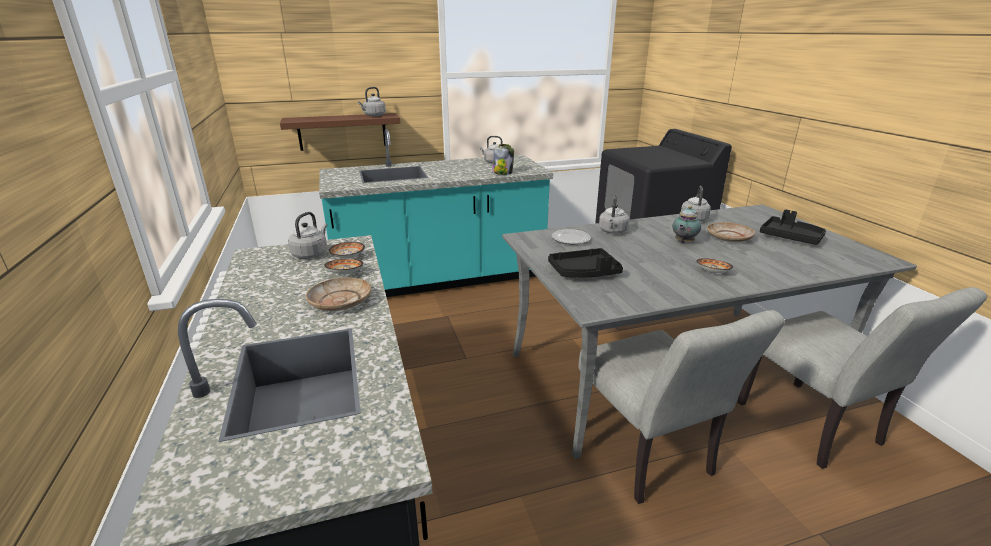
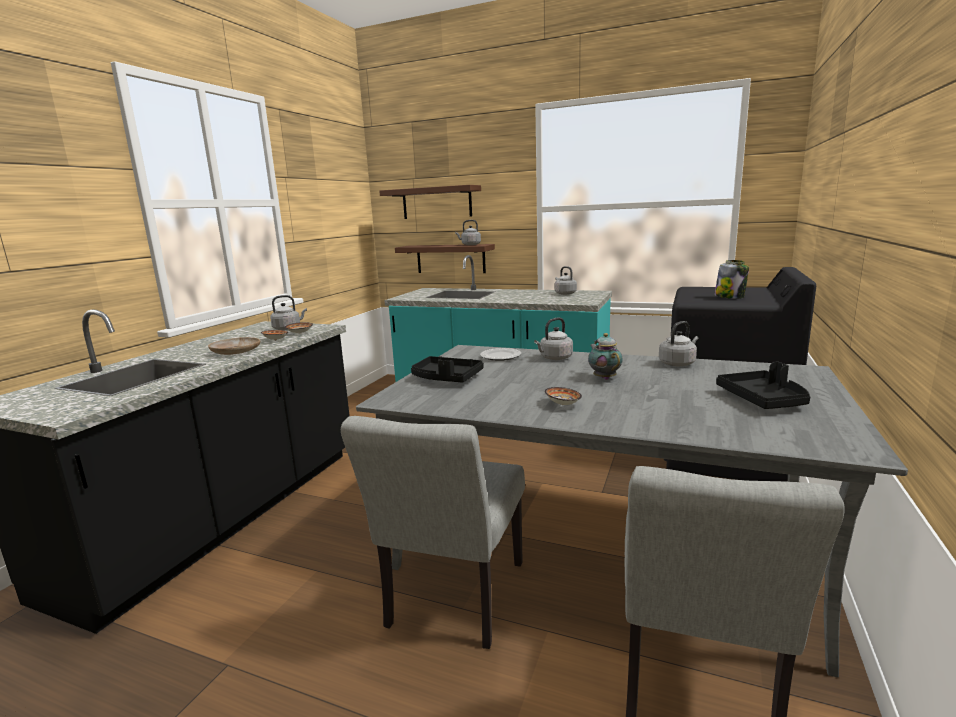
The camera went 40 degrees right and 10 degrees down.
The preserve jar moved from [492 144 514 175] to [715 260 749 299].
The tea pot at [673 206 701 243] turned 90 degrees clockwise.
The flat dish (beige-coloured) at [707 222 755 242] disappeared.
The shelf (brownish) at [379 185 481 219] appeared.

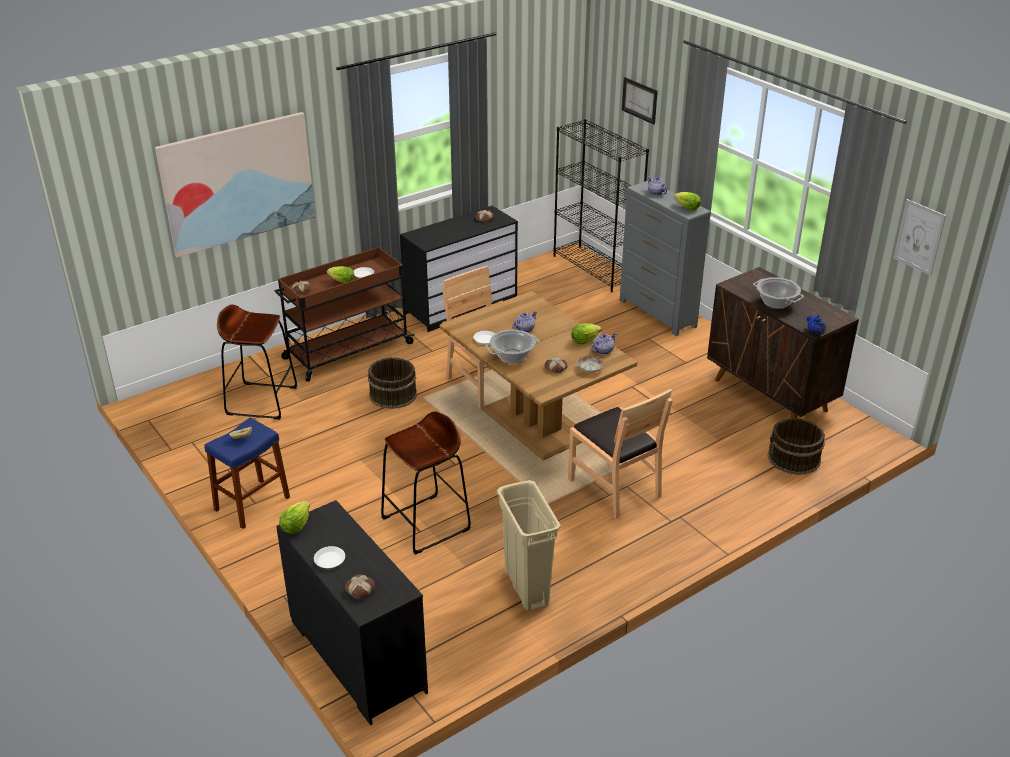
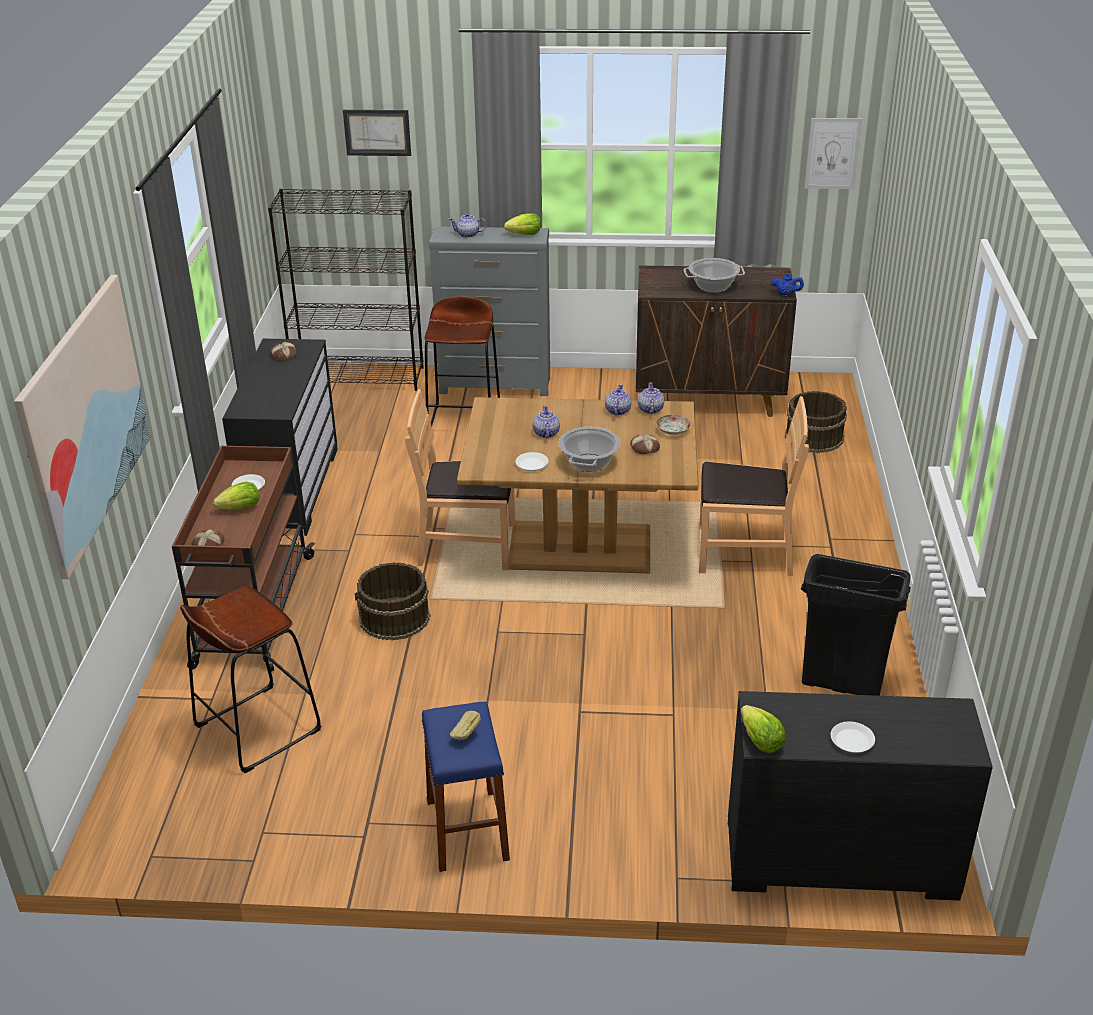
The camera went 50 degrees left and 0 degrees up.
The baked bread at [345 574 375 599] disappeared.
The sitting stool (brownish) moved from [381 411 471 555] to [424 296 500 426].
The waste bin (beige-coloured) at [497 480 561 611] became the waste bin (blackish) at [801 554 911 696].
The lettuce head at [571 323 601 344] was replaced by the tea pot at [605 384 631 415].

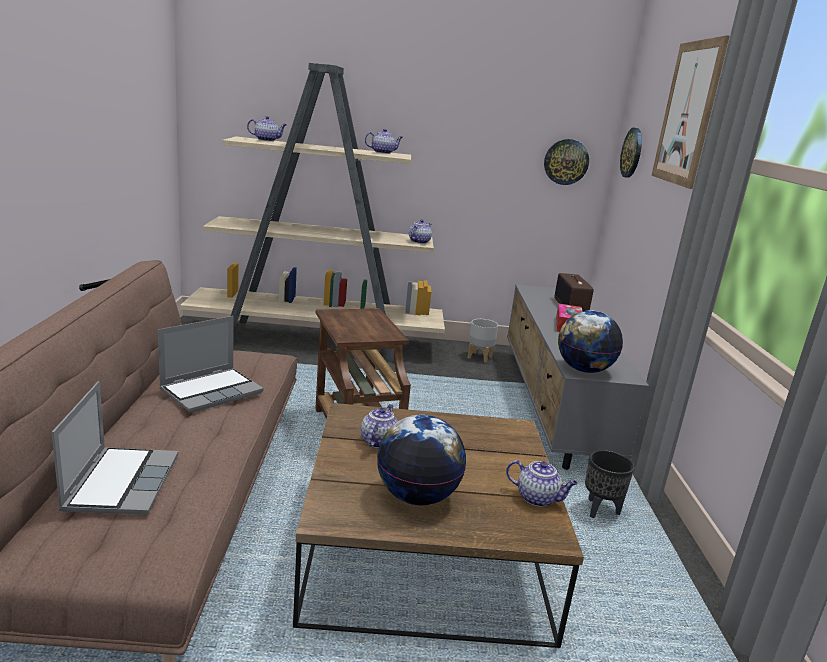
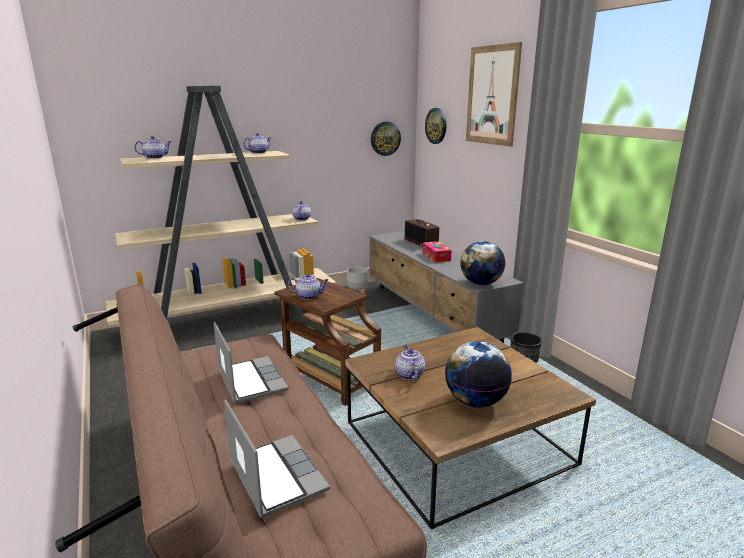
The camera went 25 degrees left and 0 degrees up.
The laptop at [158 316 264 413] turned 45 degrees counterclockwise.
The tea pot moved from [506 460 578 507] to [288 274 329 300].

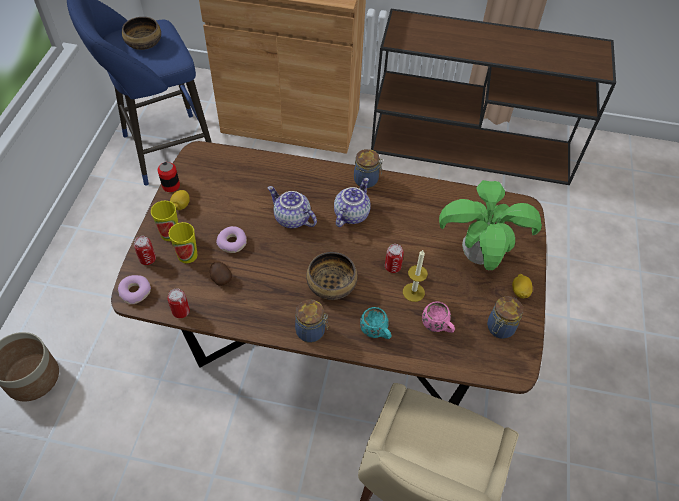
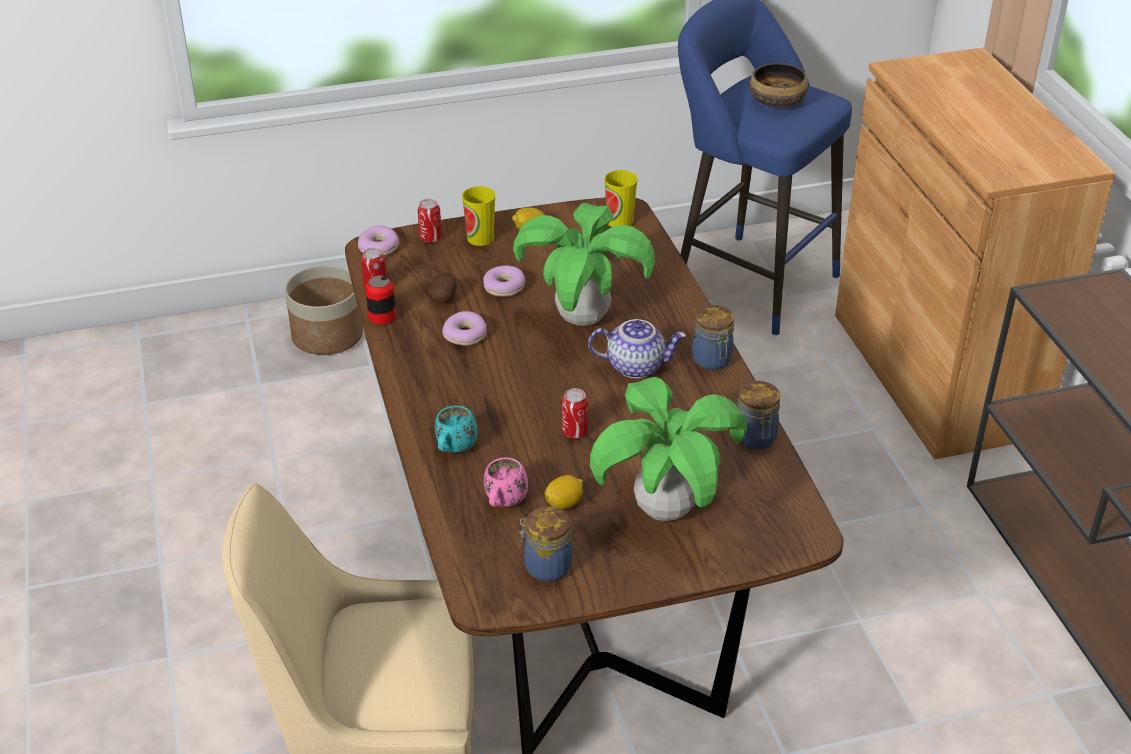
The camera went 65 degrees right and 15 degrees down.
The metal can moved from [158 162 180 192] to [365 275 396 325].
The small cup moved from [169 222 198 263] to [604 170 638 227].
The tea pot at [268 186 317 228] was replaced by the potted plant at [513 203 655 326].
The preserve jar moved from [295 299 329 343] to [737 381 780 450].
The serving bowl at [306 252 358 300] disappeared.
The wax light at [403 250 428 302] disappeared.
The lemon moved from [512 274 533 298] to [545 475 583 509].
The ring doughnut at [442 311 487 346] appeared.

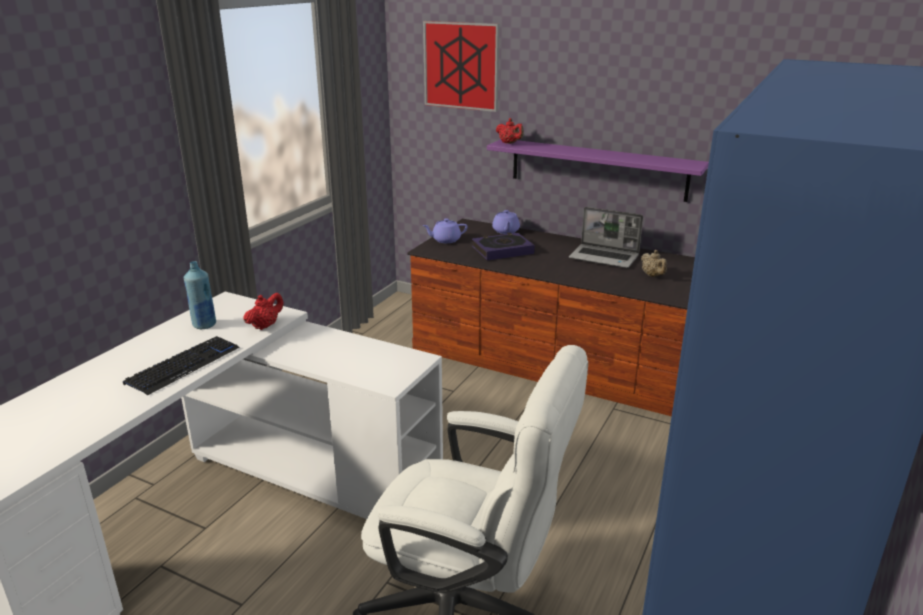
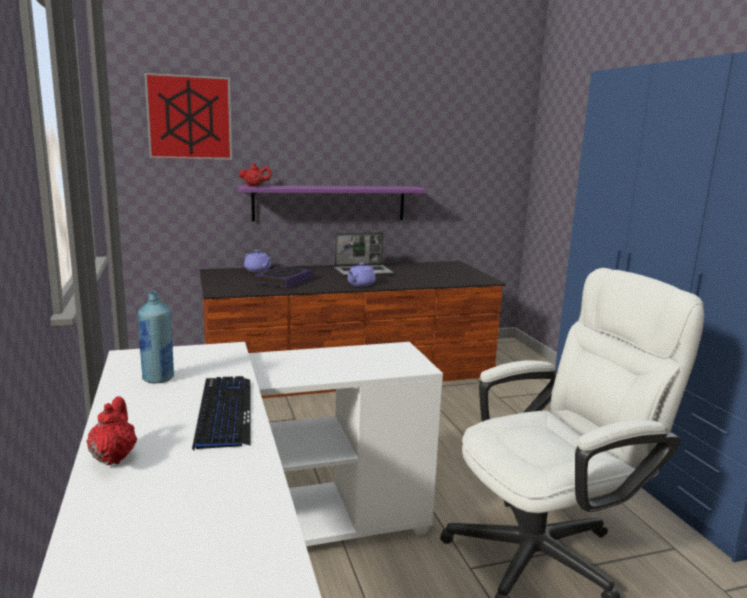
The camera went 45 degrees left and 10 degrees down.
The tea pot (red-coloured) moved from [244 293 284 330] to [86 397 137 465].
The tea pot (purplish) moved from [422 218 468 243] to [347 263 376 287].
The tea pot (beige-coloured) at [641 250 667 277] disappeared.

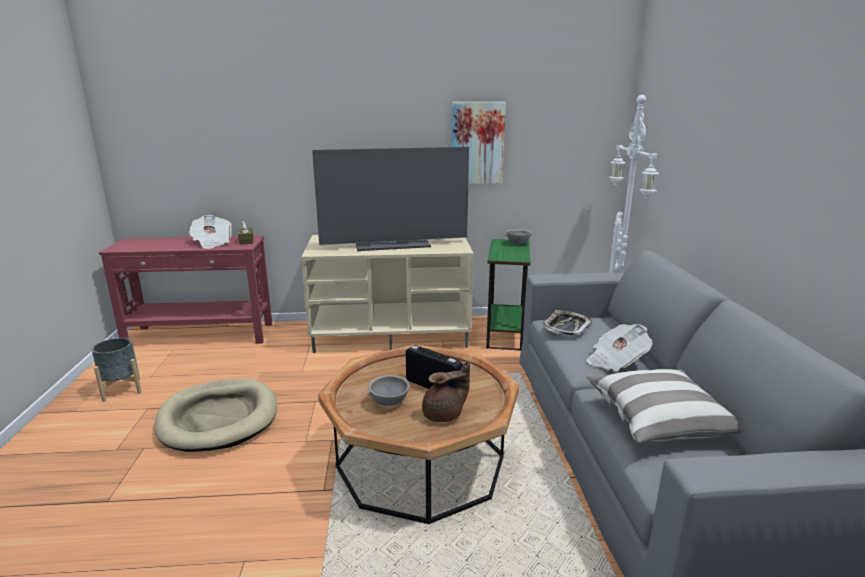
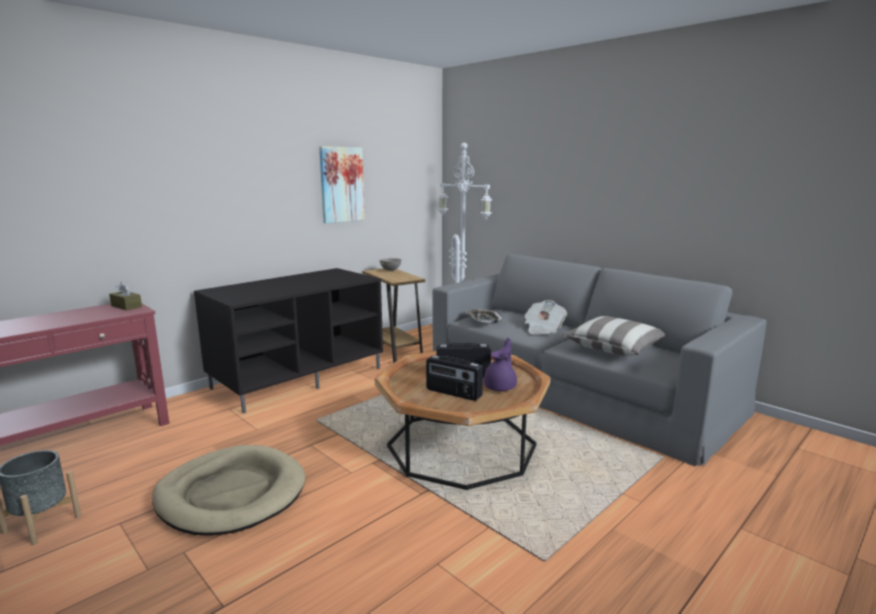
The camera went 40 degrees left and 5 degrees down.
The printed paper at [188 215 232 249] disappeared.
The tv stand (beige-coloured) at [301 235 474 353] became the tv stand (blackish) at [194 268 383 414].
The television at [312 147 469 251] disappeared.
The serving bowl (gray) at [367 375 411 406] was replaced by the radio at [426 355 483 401].
The tea pot (brownish) at [422 361 470 422] became the tea pot (purplish) at [484 338 517 391].
The end table (green) at [486 239 530 351] became the end table (brownish) at [362 268 425 363].

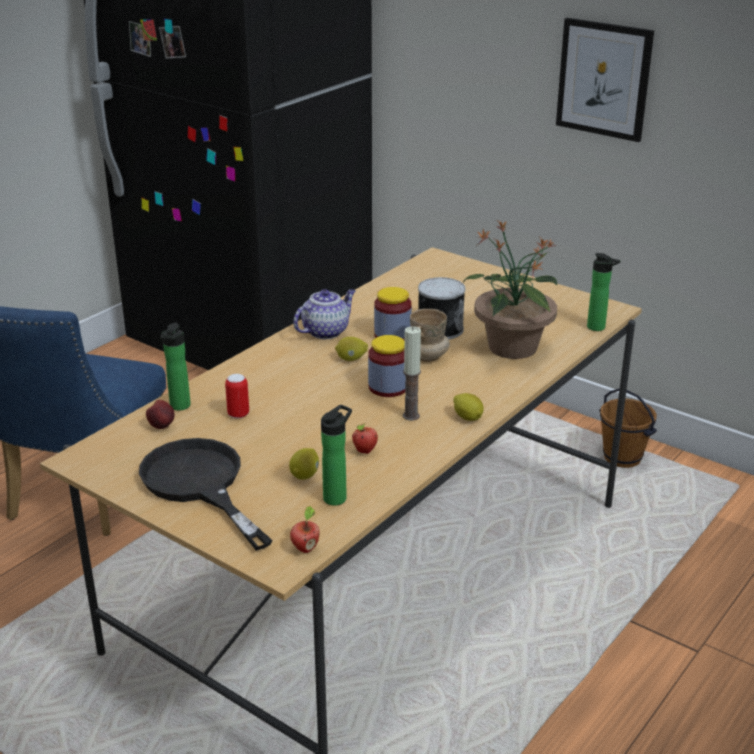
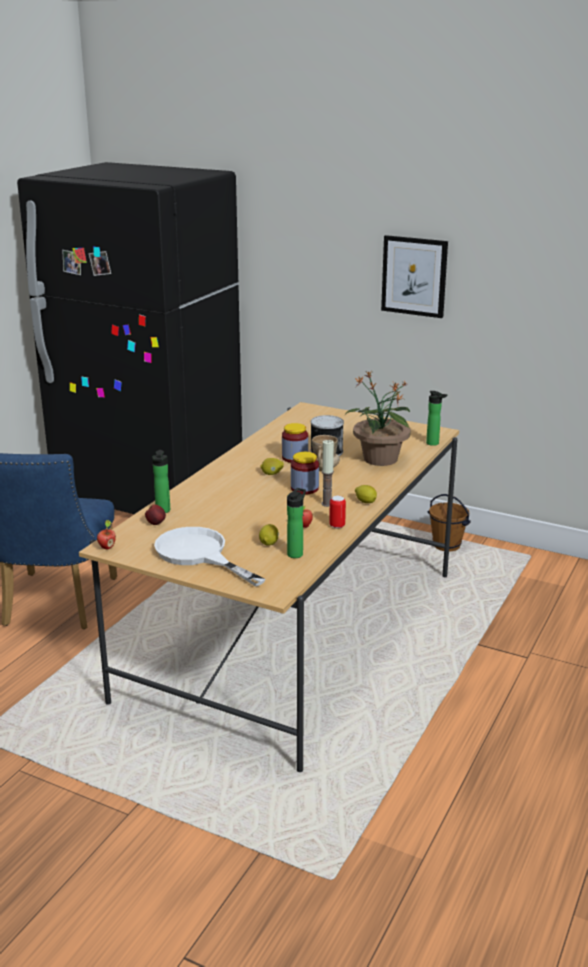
The camera went 10 degrees left and 5 degrees down.
The skillet (blackish) at [139 438 272 551] became the skillet (white-coloured) at [154 527 265 587].
The metal can moved from [225 374 249 418] to [329 496 346 528].
The whole apple moved from [290 506 319 553] to [97 520 116 549].
The tea pot at [293 289 355 339] disappeared.

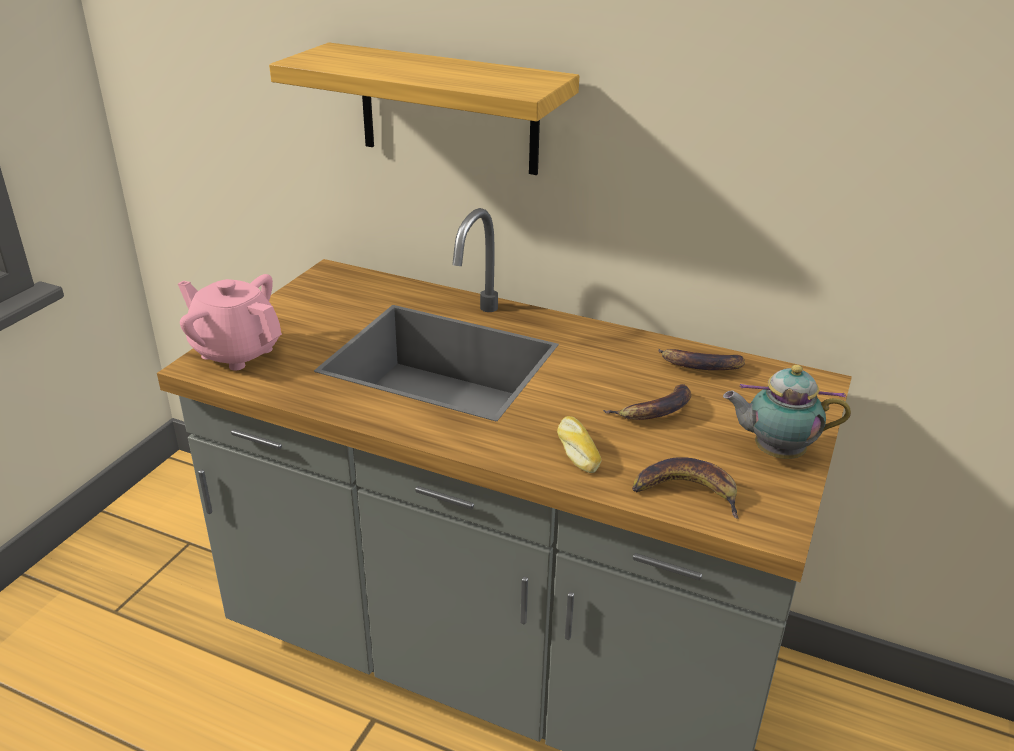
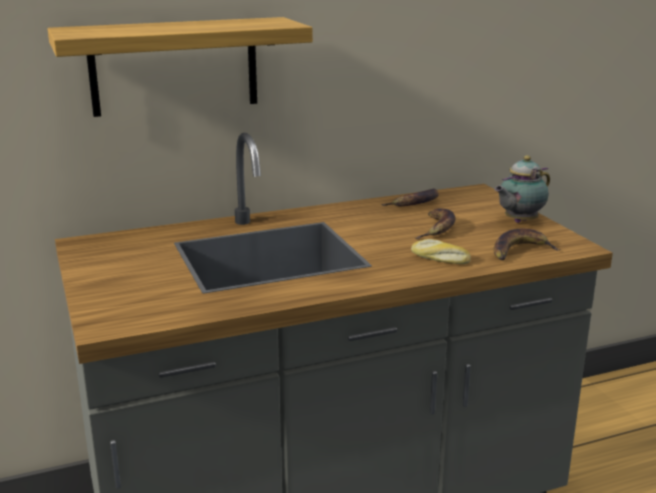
The camera went 45 degrees left and 10 degrees down.
The tea pot (pinkish) at [178 274 282 371] disappeared.

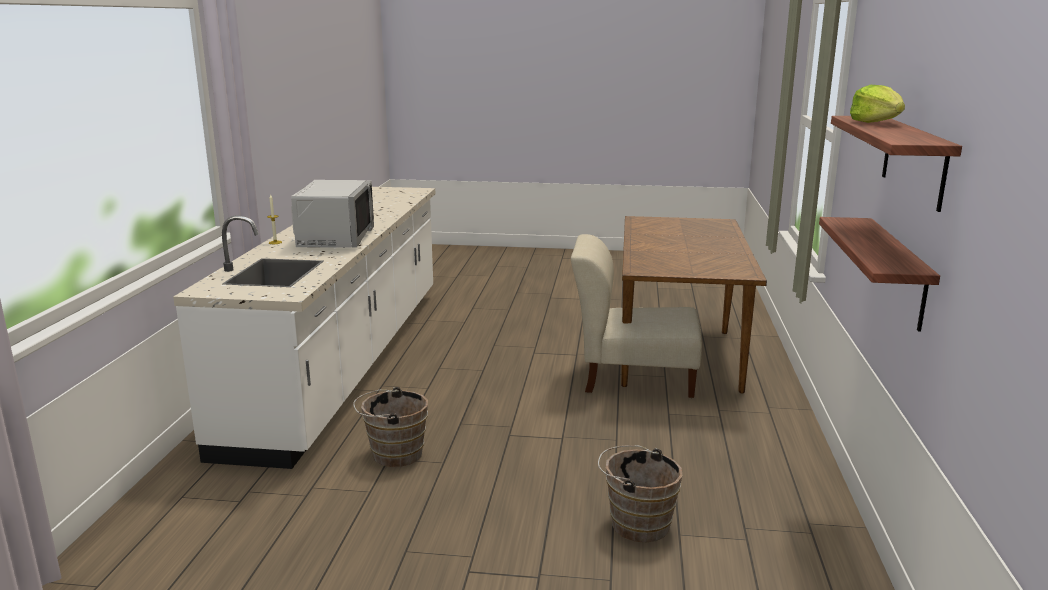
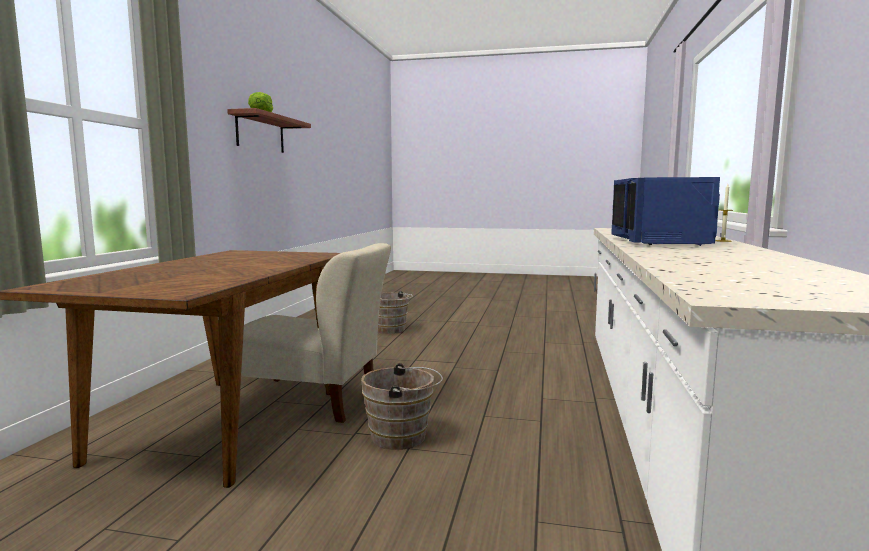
The camera went 175 degrees left and 10 degrees down.
The kitchen microwave (gray) at [291 180 374 248] became the kitchen microwave (bluish) at [611 177 720 246].
The bucket (brownish) moved from [353 387 428 467] to [361 363 443 450].
The shelf at [819 217 940 332] disappeared.

